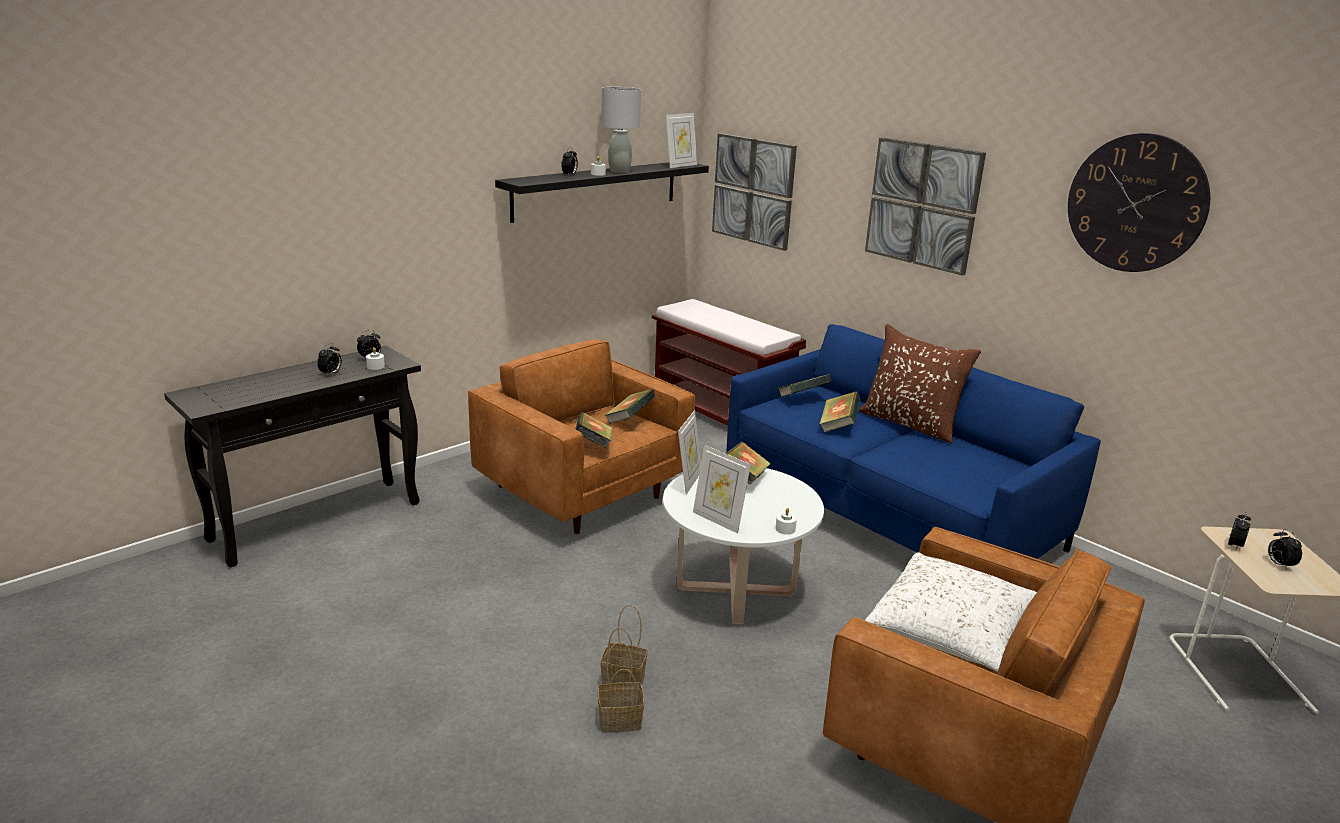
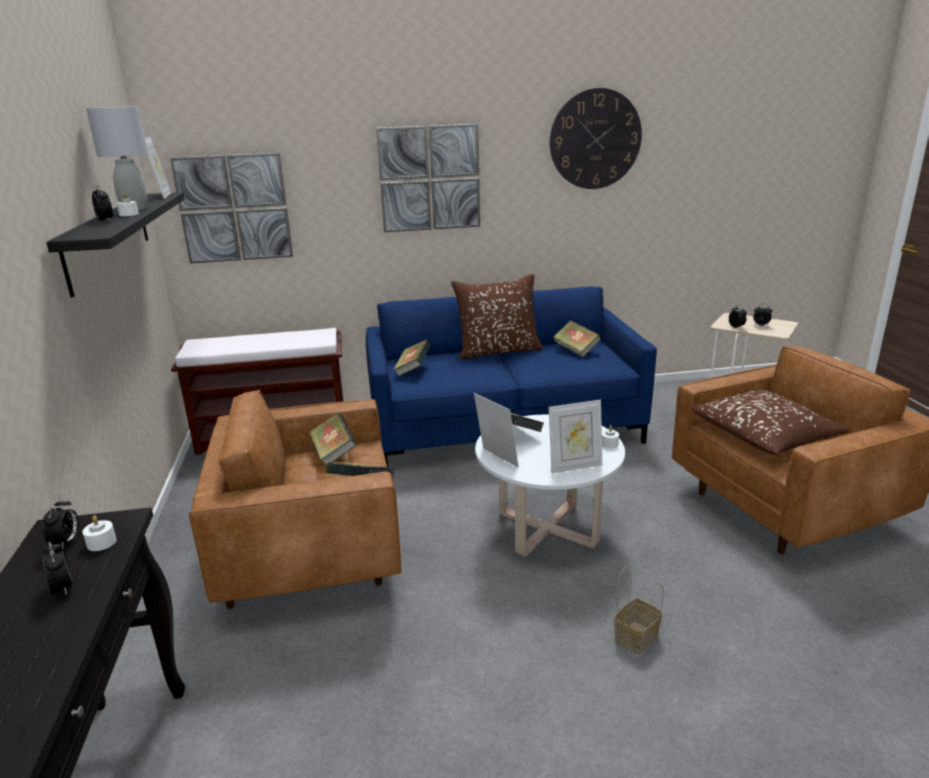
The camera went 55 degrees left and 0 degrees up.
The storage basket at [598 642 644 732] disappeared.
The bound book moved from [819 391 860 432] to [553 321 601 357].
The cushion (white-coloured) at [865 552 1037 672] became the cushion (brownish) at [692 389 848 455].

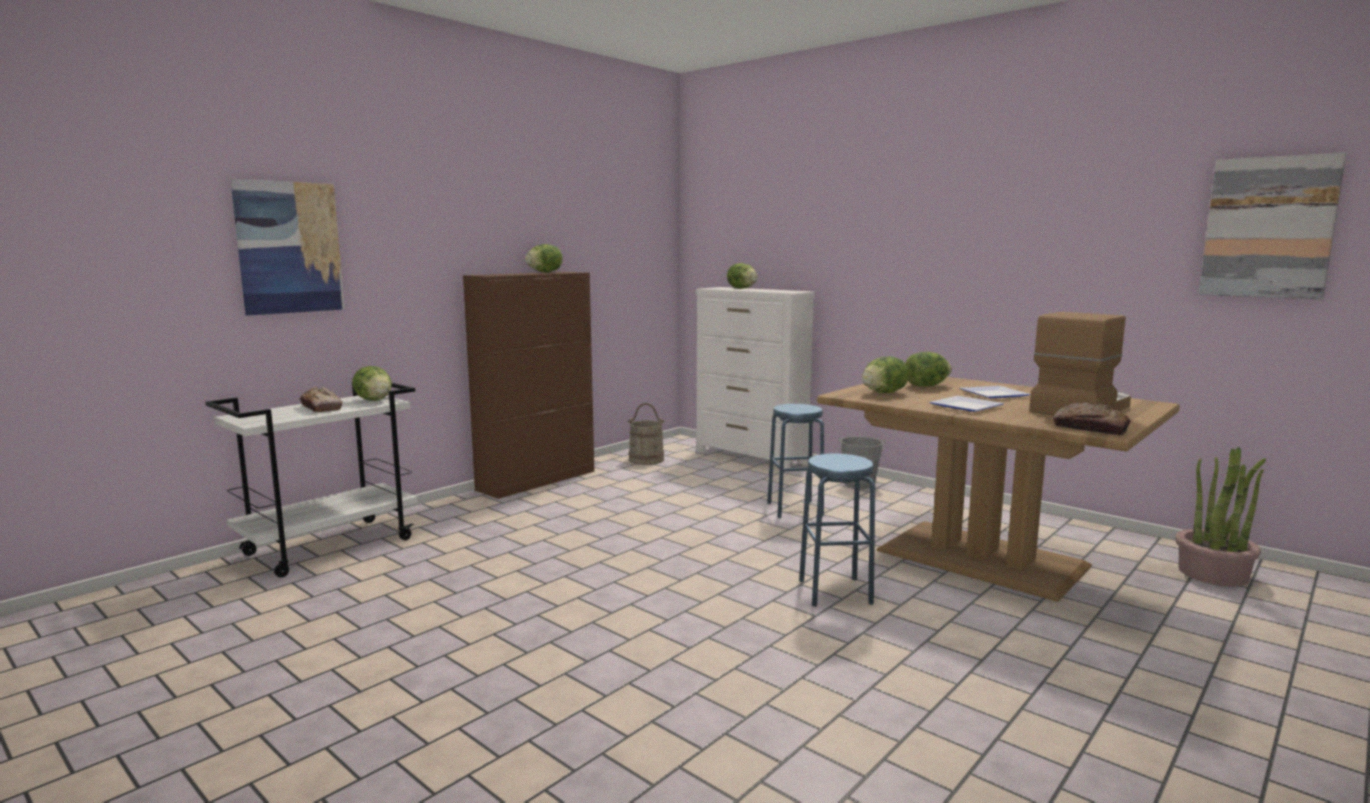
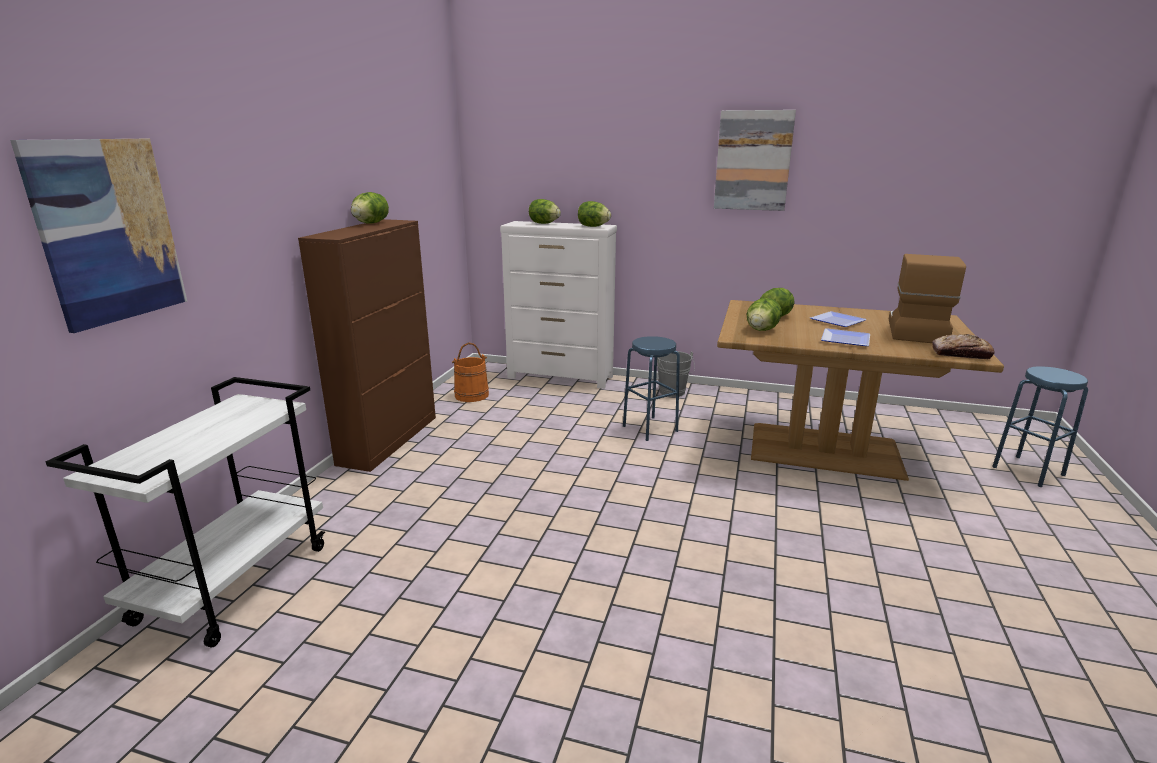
The camera went 25 degrees left and 10 degrees up.
The baked bread at [300 387 343 412] disappeared.
The lettuce head moved from [352 366 392 401] to [578 201 611 227].
The bucket (beige-coloured) at [627 403 665 465] became the bucket (orange) at [452 343 489 402].
The sitting stool (bluish) moved from [799 454 875 607] to [992 366 1088 487].
The potted plant at [1175 447 1266 586] disappeared.
The wall picture moved from [1199 152 1346 299] to [714 110 796 211].

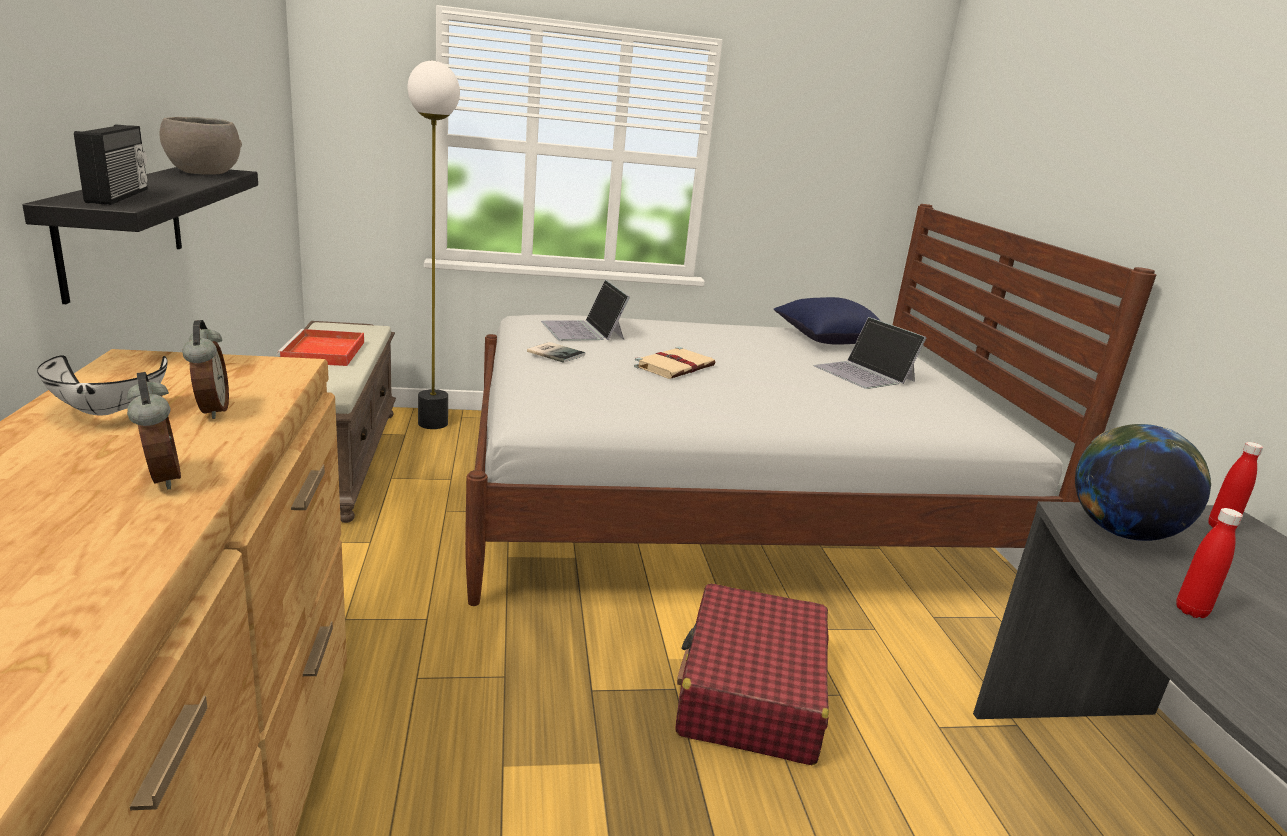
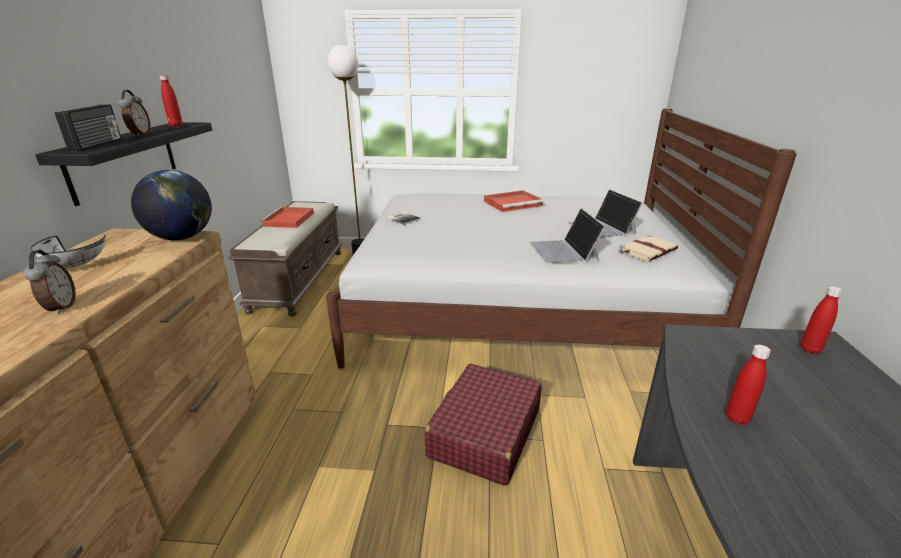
The camera went 15 degrees right and 5 degrees up.
The serving bowl (gray) at [159 117 242 175] was replaced by the drink bottle (red-coloured) at [159 75 183 127].
The bedside clock moved from [182 320 229 419] to [118 90 151 136].
The laptop moved from [541 280 630 341] to [530 208 606 263].
The bound book (beige-coloured) moved from [634 347 715 379] to [618 235 678 262].
The cushion (bluish) at [773 297 881 345] disappeared.
The world globe moved from [1075 424 1211 541] to [131 170 212 240].
The serving tray (red-coloured) at [484 190 544 212] appeared.

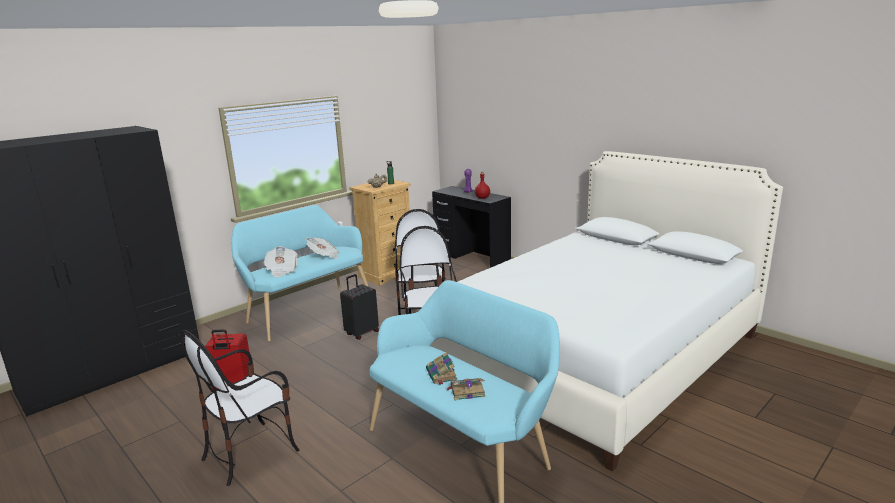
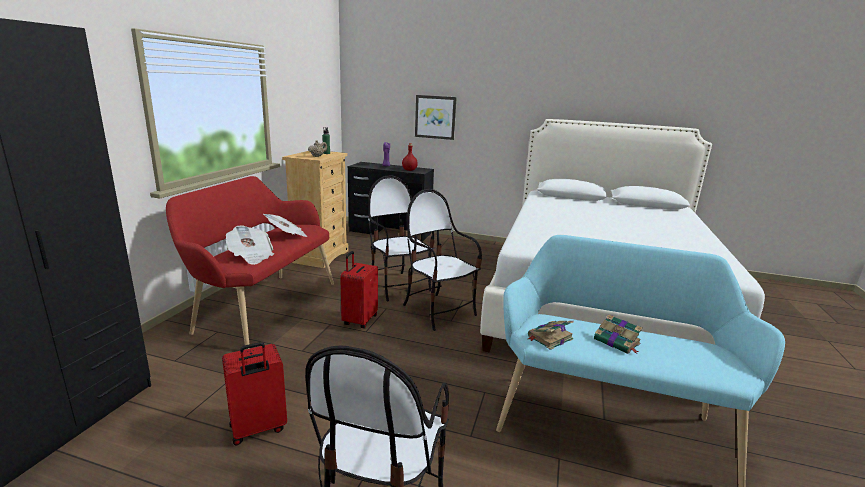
The camera went 30 degrees left and 0 degrees up.
The indoor bench (blue-green) at [232 205 369 342] became the indoor bench (red-coloured) at [166 176 334 349].
The suitcase (blackish) at [340 274 379 340] became the suitcase (red-coloured) at [340 251 378 328].
The bound book moved from [446 378 485 400] to [528 321 574 350].
The wall picture at [415 95 457 140] appeared.

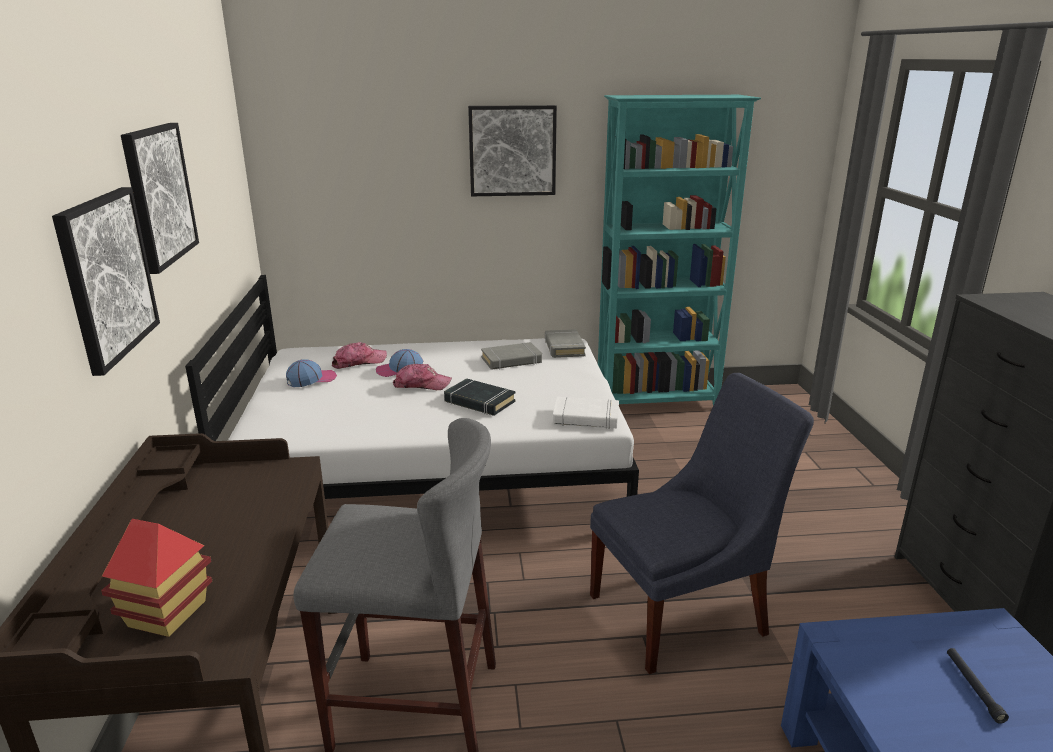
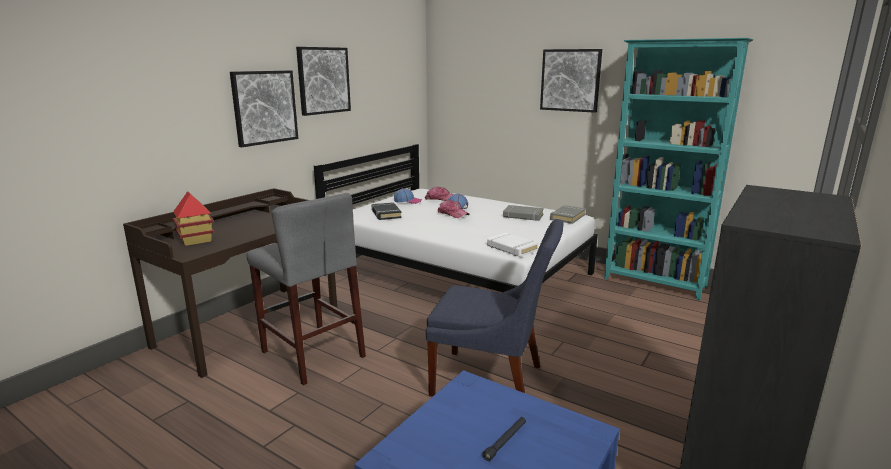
The camera went 40 degrees right and 5 degrees down.
The bound book (blackish) moved from [444 378 515 416] to [372 202 402 220].

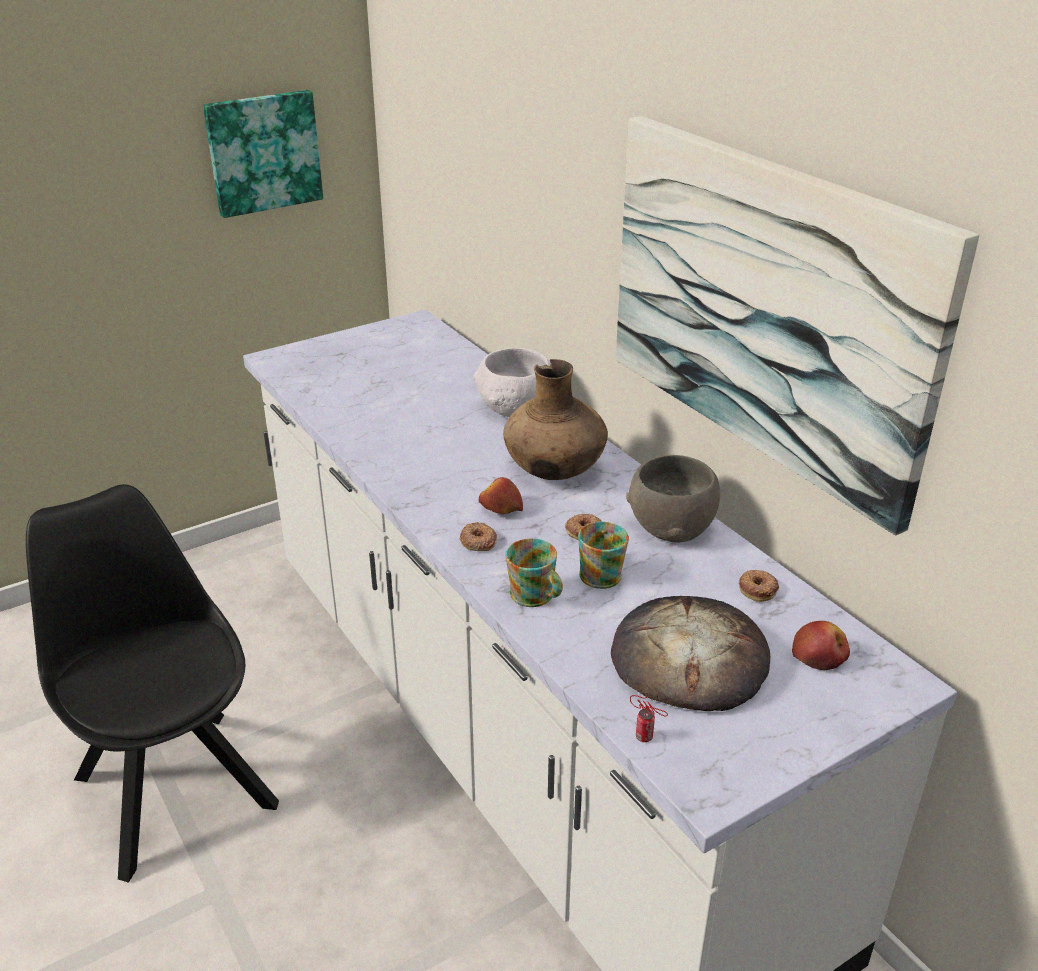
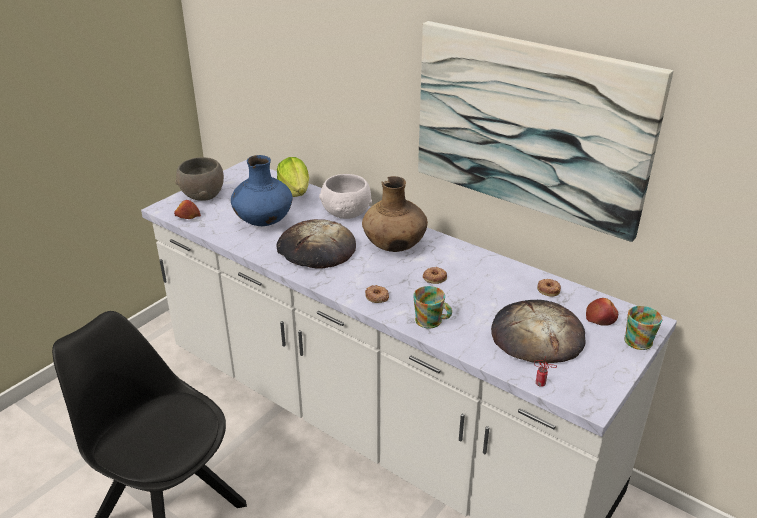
The camera went 20 degrees left and 0 degrees up.
The wall picture at [203 90 323 218] disappeared.
The whole apple moved from [479 477 523 514] to [174 200 201 219].
The mug moved from [578 522 629 589] to [624 306 662 350].
The serving bowl (gray) moved from [626 455 720 543] to [175 157 224 201].
The vase (bluish) at [231 155 293 226] appeared.
The baked bread at [276 219 356 269] appeared.
The lettuce head at [277 157 309 197] appeared.

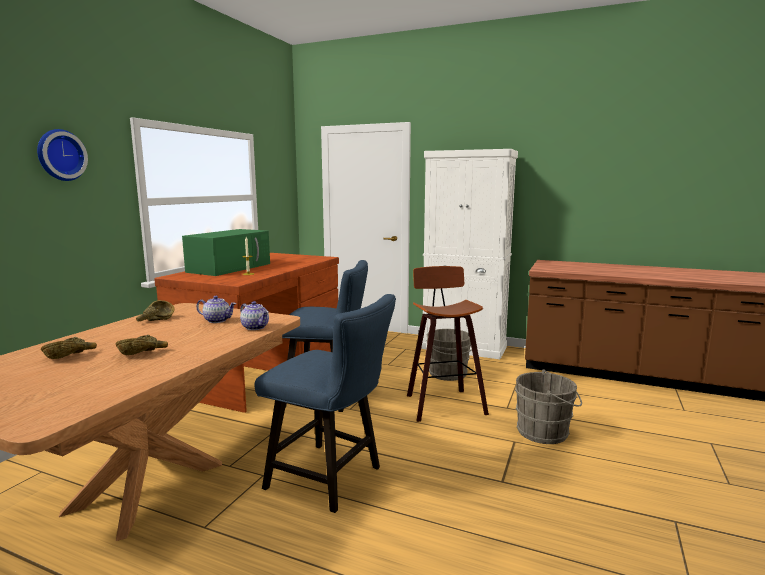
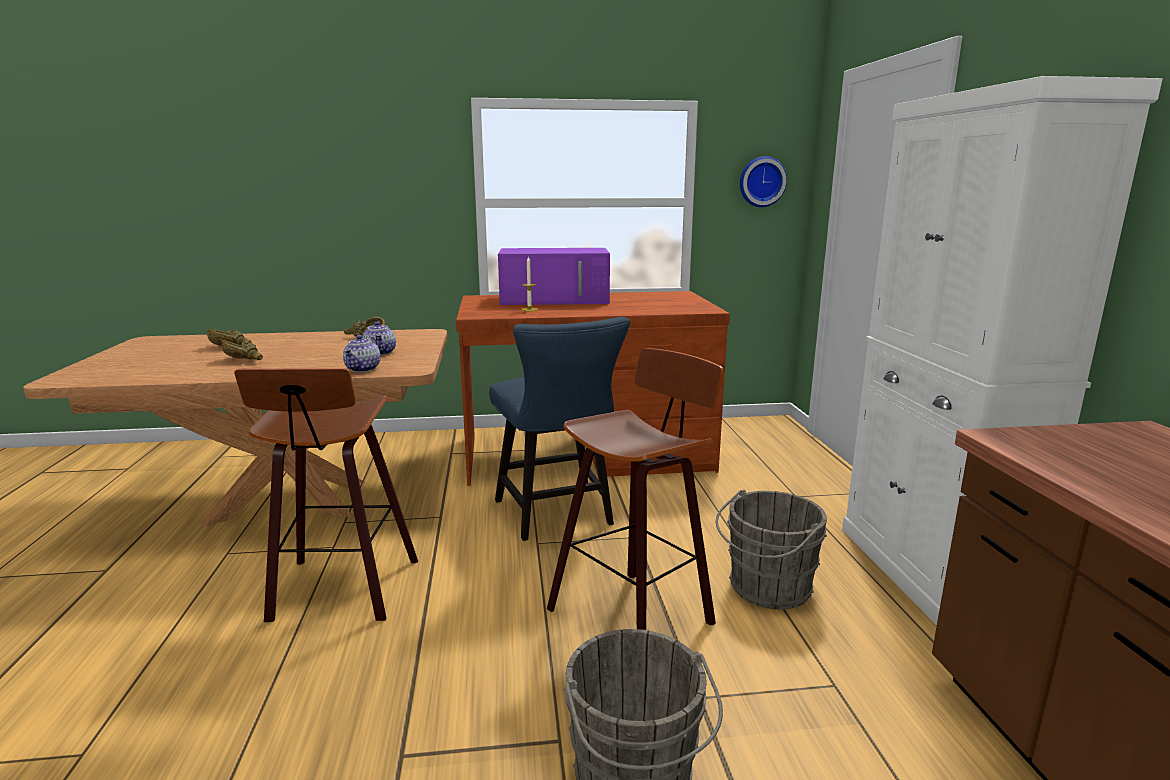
The camera went 60 degrees right and 5 degrees up.
The wall clock moved from [37 129 88 181] to [740 156 787 207].
The kitchen microwave (green) at [182 229 270 276] became the kitchen microwave (purplish) at [498 248 610 305].
The plain chair (bluish) at [255 294 396 513] was replaced by the sitting stool at [234 368 418 622].

